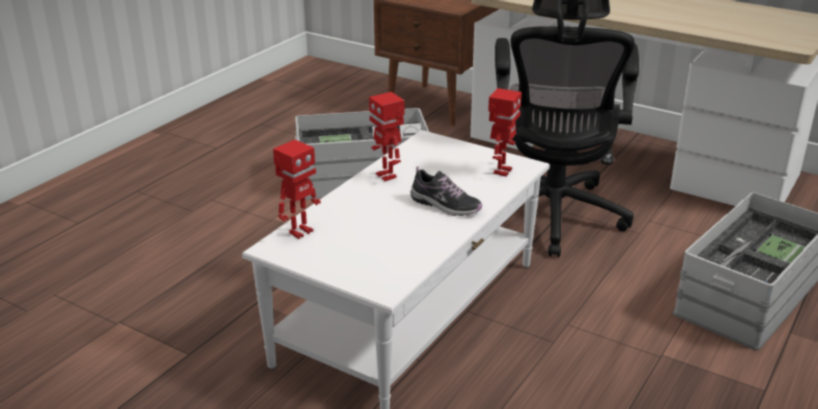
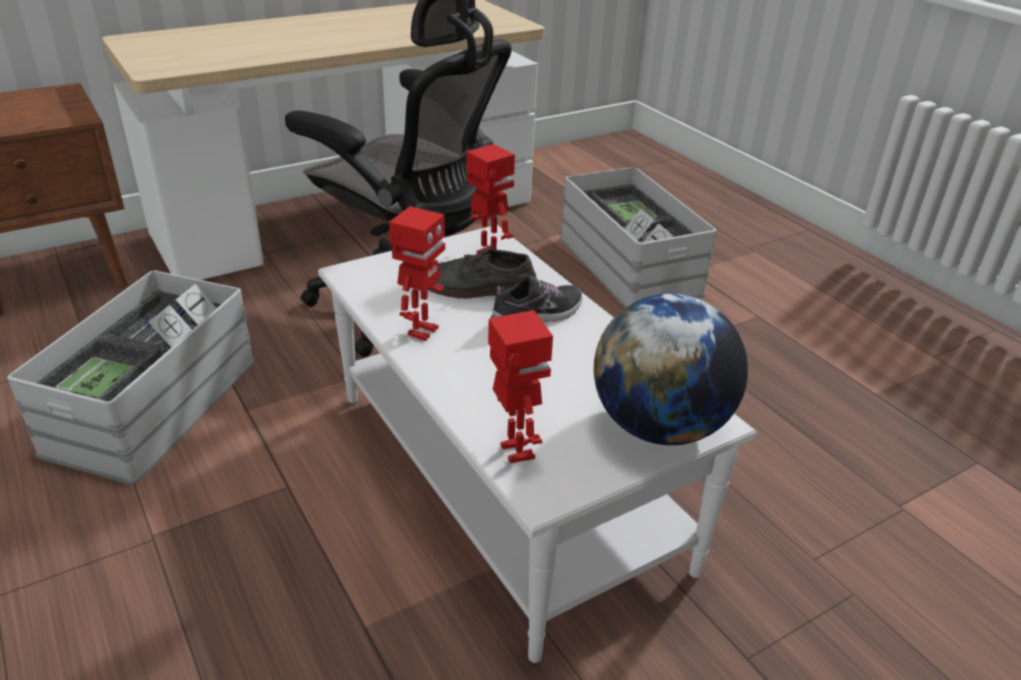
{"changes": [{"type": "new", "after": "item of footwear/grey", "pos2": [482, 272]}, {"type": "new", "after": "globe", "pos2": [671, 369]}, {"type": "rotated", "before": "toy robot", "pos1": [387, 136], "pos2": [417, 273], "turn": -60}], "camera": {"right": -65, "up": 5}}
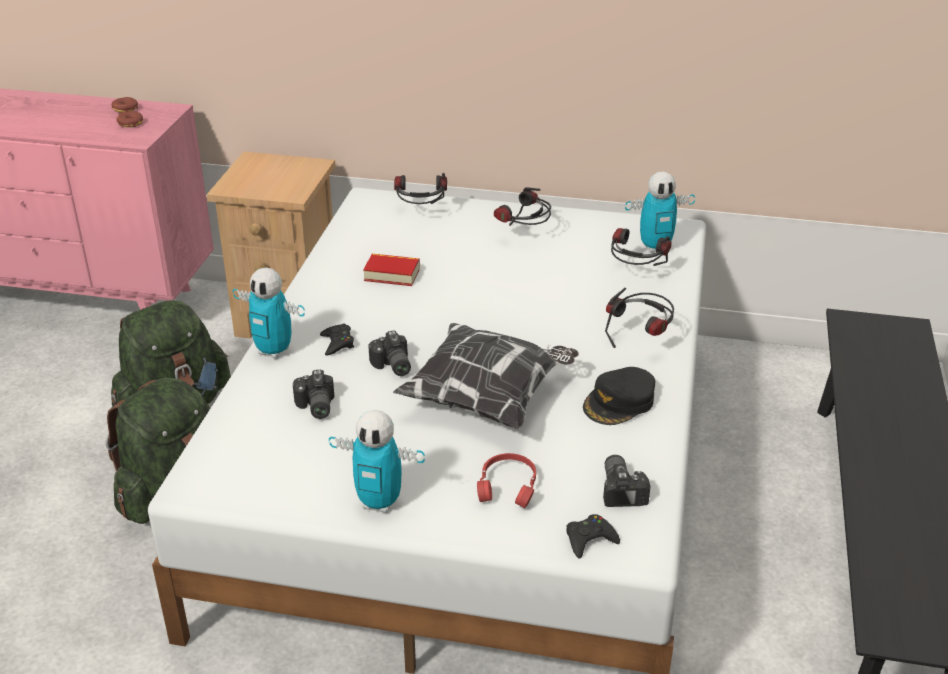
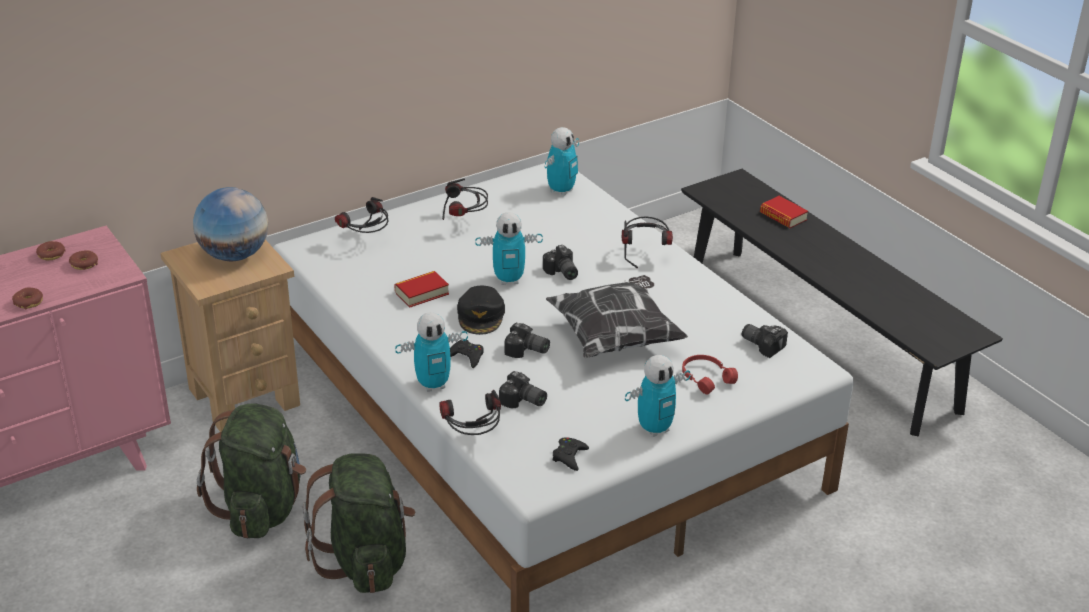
{"changes": [{"type": "new", "after": "donut", "pos2": [27, 298]}, {"type": "new", "after": "globe", "pos2": [230, 224]}, {"type": "new", "after": "toy robot", "pos2": [509, 248]}, {"type": "new", "after": "still camera", "pos2": [560, 262]}, {"type": "new", "after": "book", "pos2": [784, 212]}, {"type": "shifted", "before": "game controller/black-coloured", "pos1": [593, 536], "pos2": [570, 454]}, {"type": "shifted", "before": "peaked cap/black-coloured", "pos1": [619, 396], "pos2": [481, 310]}, {"type": "shifted", "before": "pair of headphones", "pos1": [641, 247], "pos2": [470, 412]}], "camera": {"right": -45, "up": 0}}
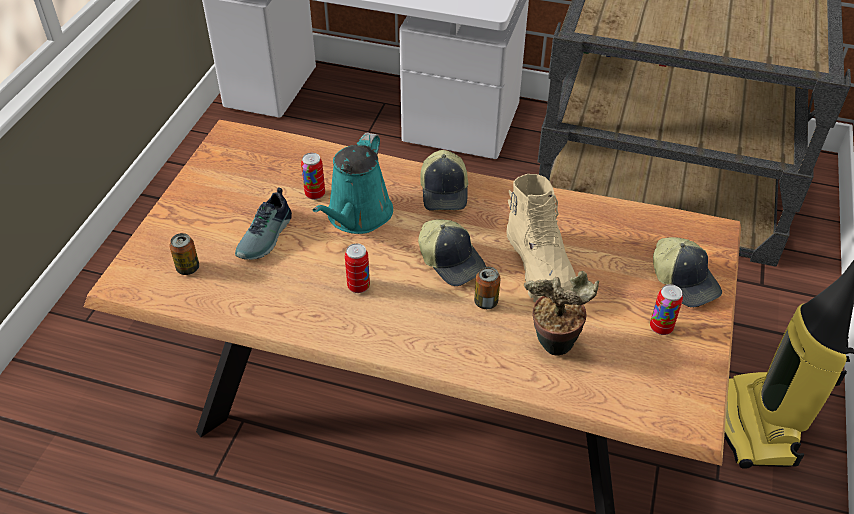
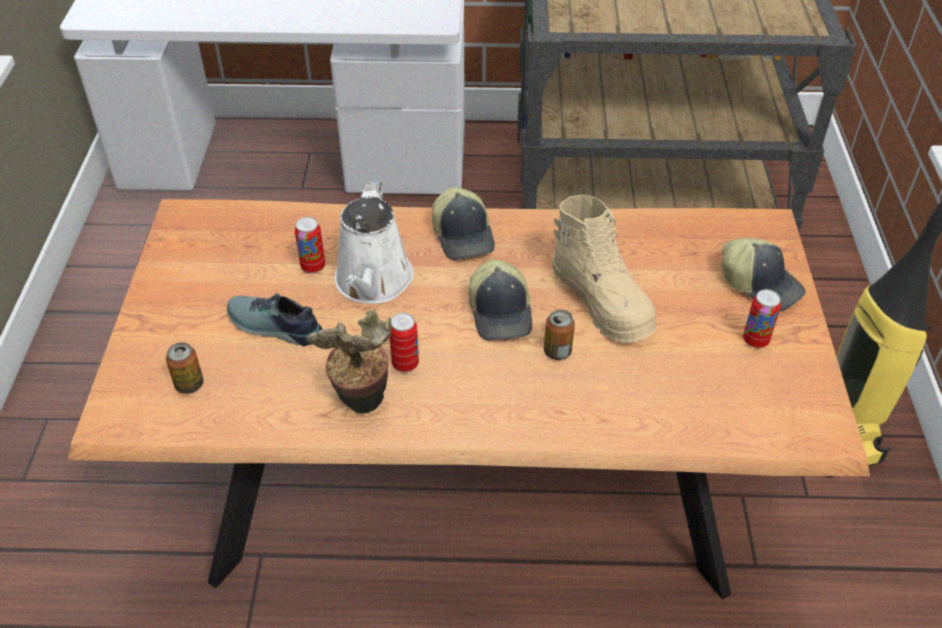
{"changes": [{"type": "shifted", "before": "plant in a pot", "pos1": [561, 313], "pos2": [349, 362]}, {"type": "repainted", "before": "watering pot/turquoise", "after": "watering pot/whitish", "pos1": [353, 183], "pos2": [374, 242]}, {"type": "rotated", "before": "item of footwear", "pos1": [263, 223], "pos2": [275, 319], "turn": 105}, {"type": "rotated", "before": "peaked cap", "pos1": [452, 252], "pos2": [500, 299], "turn": 45}], "camera": {"right": -15, "up": 0}}
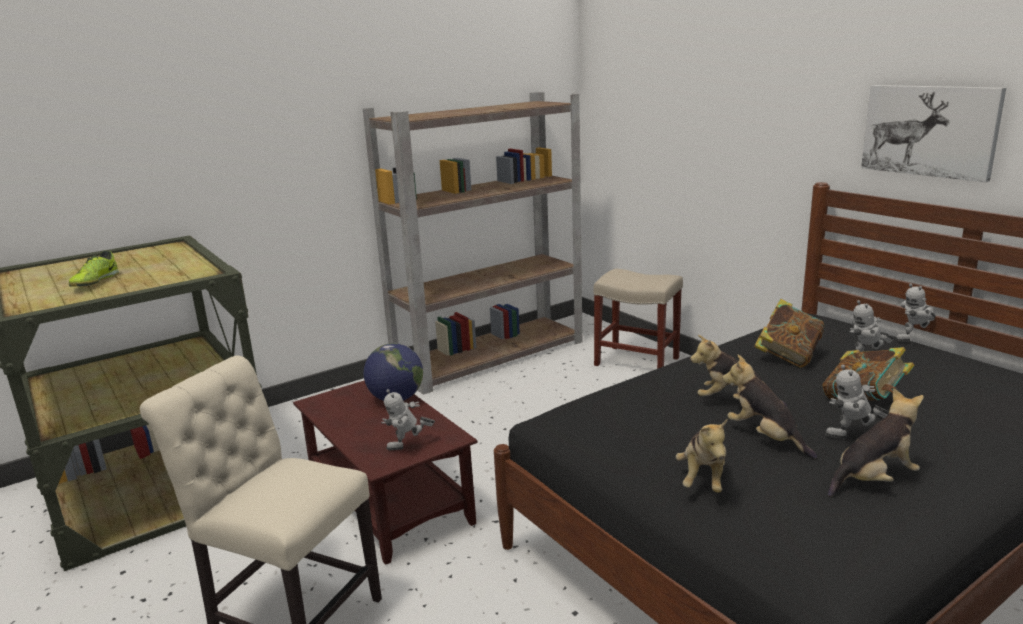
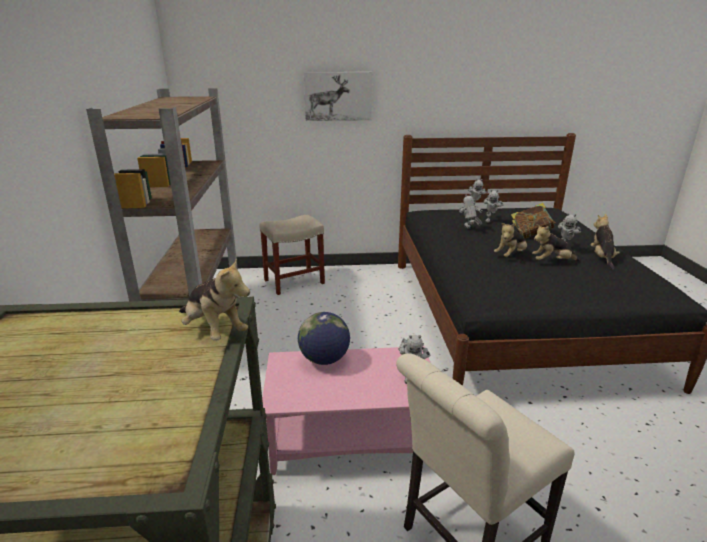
{"changes": [{"type": "gone", "before": "item of footwear", "pos1": [93, 269]}, {"type": "shifted", "before": "plush toy", "pos1": [702, 455], "pos2": [214, 299]}, {"type": "shifted", "before": "wall art", "pos1": [933, 133], "pos2": [338, 96]}, {"type": "swapped", "before": "book", "after": "toy robot", "pos1": [789, 333], "pos2": [471, 211]}, {"type": "repainted", "before": "lounge table/brown-coloured", "after": "lounge table/pink", "pos1": [385, 472], "pos2": [346, 410]}], "camera": {"right": -60, "up": 5}}
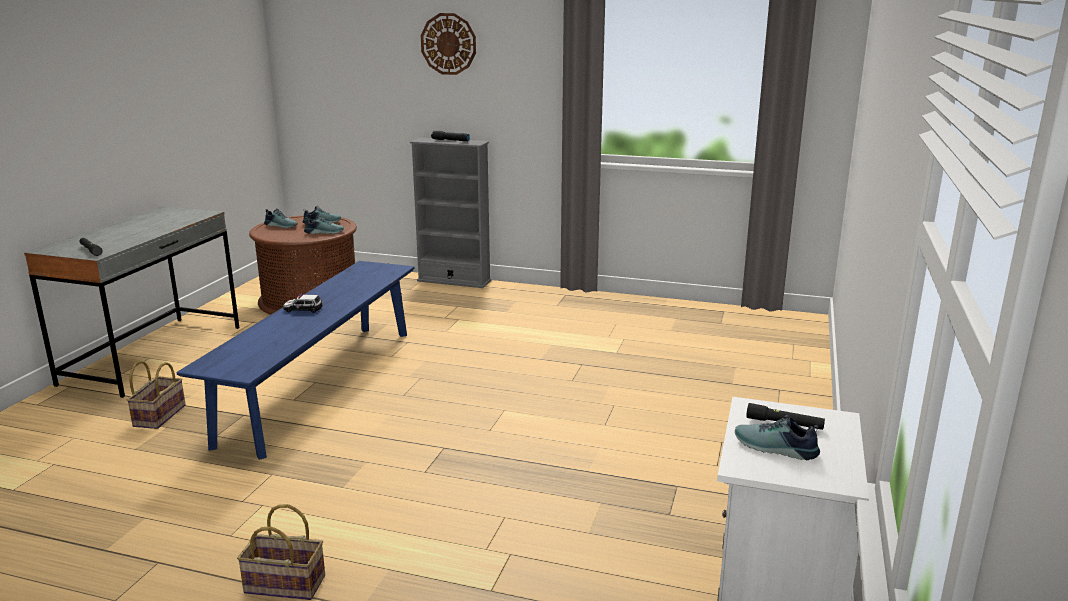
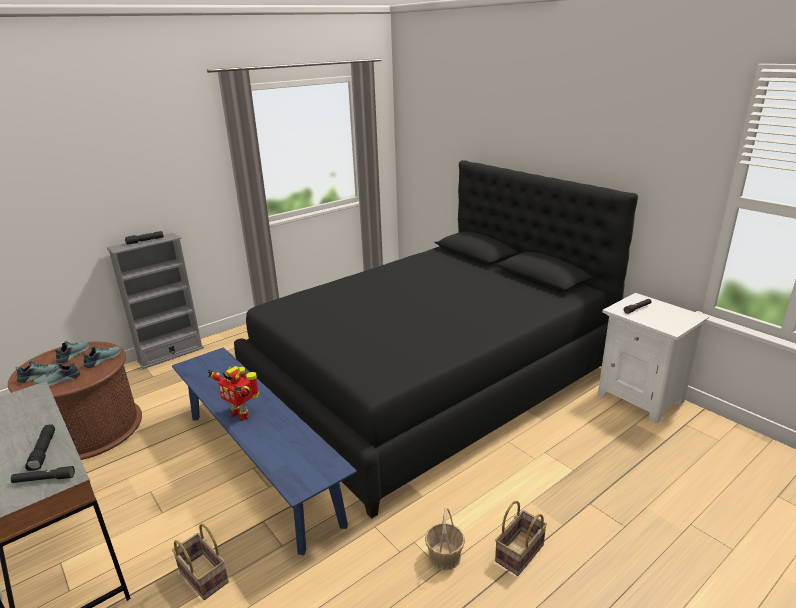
{"changes": [{"type": "gone", "before": "clock on the wall", "pos1": [448, 44]}, {"type": "new", "after": "torch/black-coloured", "pos2": [40, 447]}, {"type": "new", "after": "bed/black-coloured", "pos2": [436, 339]}, {"type": "new", "after": "storage basket", "pos2": [445, 539]}, {"type": "shifted", "before": "item of footwear", "pos1": [777, 437], "pos2": [57, 373]}, {"type": "swapped", "before": "toy car", "after": "toy robot", "pos1": [303, 303], "pos2": [233, 393]}], "camera": {"right": -55, "up": 5}}
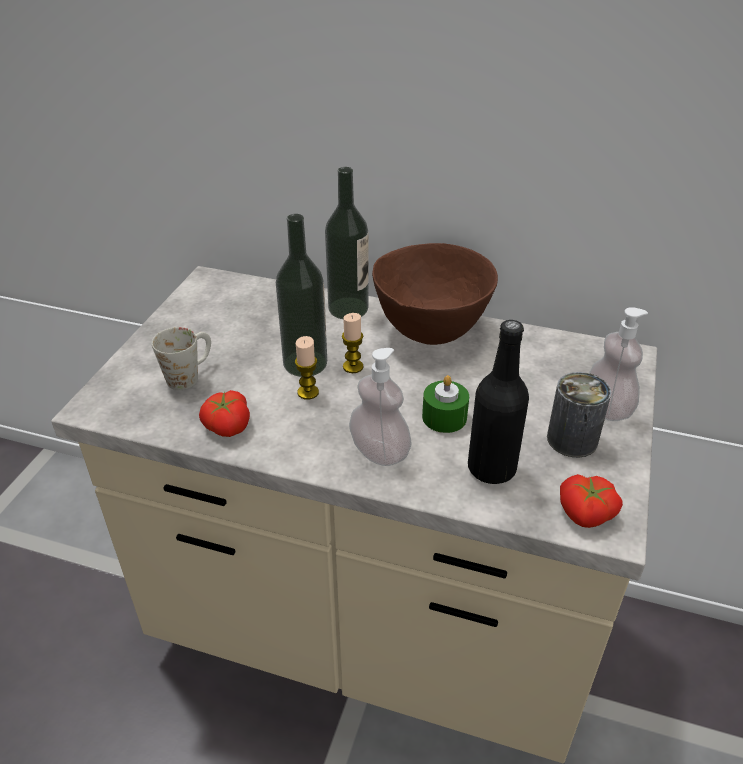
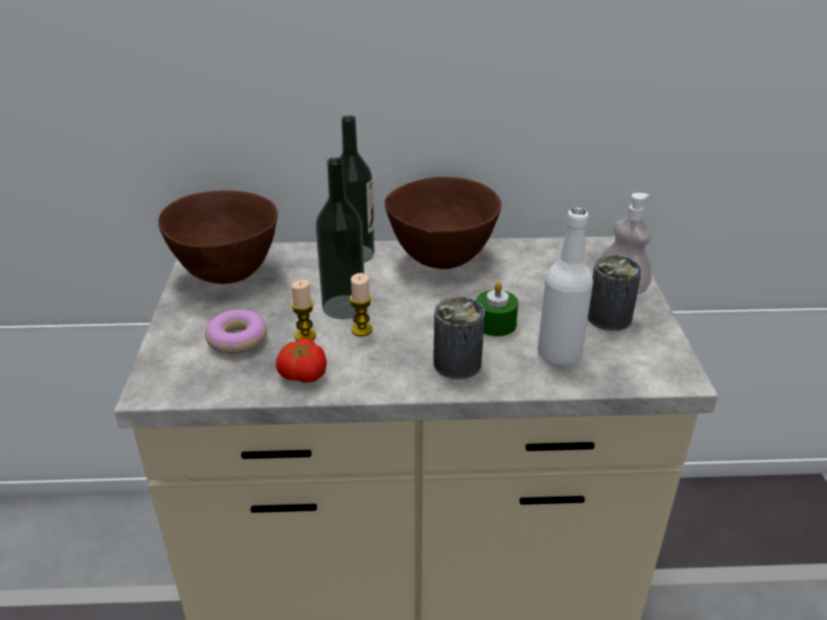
{"changes": [{"type": "gone", "before": "fresh tomato", "pos1": [591, 501]}, {"type": "new", "after": "bowl/brown-coloured", "pos2": [218, 237]}, {"type": "shifted", "before": "wax light", "pos1": [353, 343], "pos2": [303, 310]}, {"type": "swapped", "before": "mug/whitish", "after": "donut", "pos1": [181, 358], "pos2": [236, 331]}, {"type": "swapped", "before": "soap dispenser", "after": "can", "pos1": [380, 407], "pos2": [459, 338]}, {"type": "repainted", "before": "drink bottle/black-coloured", "after": "drink bottle/whitish", "pos1": [498, 402], "pos2": [565, 287]}], "camera": {"right": -20, "up": -5}}
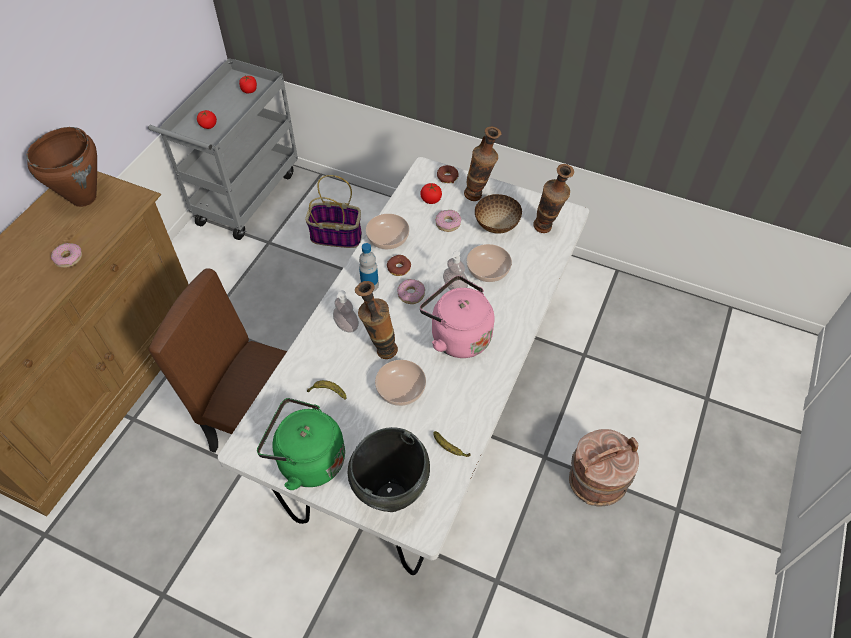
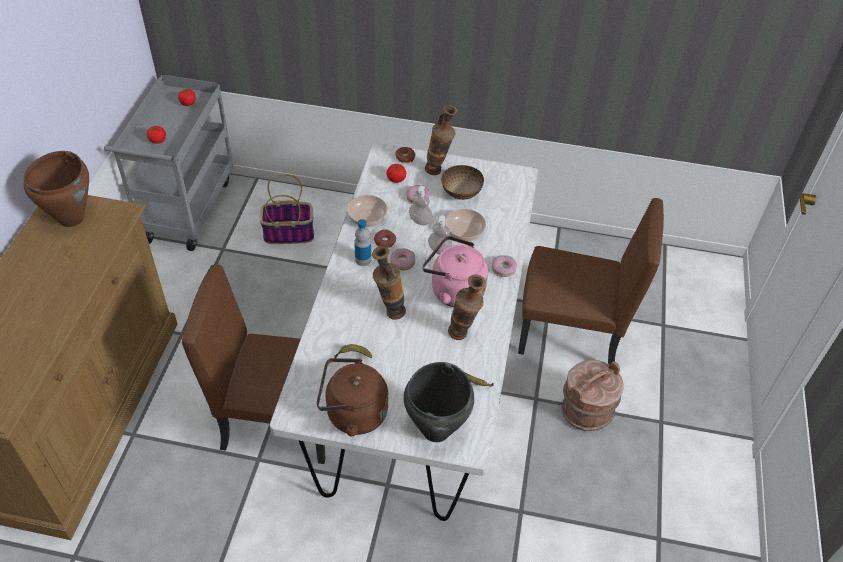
{"changes": [{"type": "gone", "before": "bowl", "pos1": [400, 383]}, {"type": "new", "after": "chair/brown-coloured", "pos2": [591, 281]}, {"type": "shifted", "before": "donut", "pos1": [66, 255], "pos2": [504, 266]}, {"type": "shifted", "before": "soap dispenser", "pos1": [346, 311], "pos2": [421, 205]}, {"type": "shifted", "before": "vase", "pos1": [553, 198], "pos2": [467, 307]}, {"type": "repainted", "before": "kettle/green-coloured", "after": "kettle/brown-coloured", "pos1": [301, 444], "pos2": [352, 397]}], "camera": {"right": -15, "up": -5}}
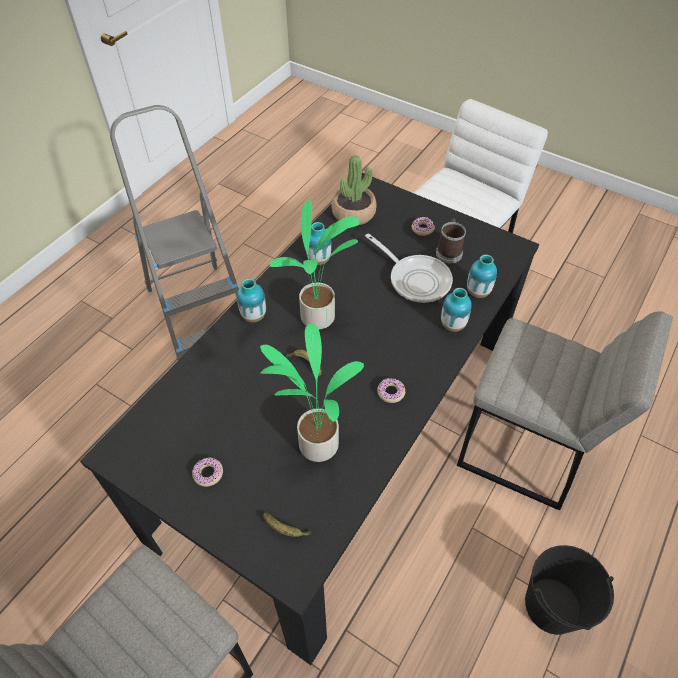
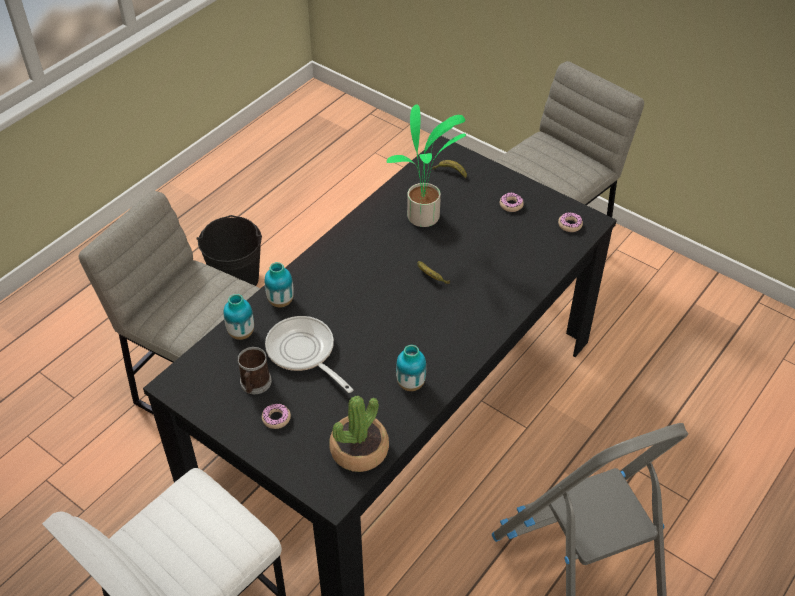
{"changes": [{"type": "gone", "before": "vase", "pos1": [251, 300]}, {"type": "gone", "before": "plant in a pot", "pos1": [314, 265]}, {"type": "shifted", "before": "donut", "pos1": [391, 390], "pos2": [570, 222]}], "camera": {"right": -175, "up": -5}}
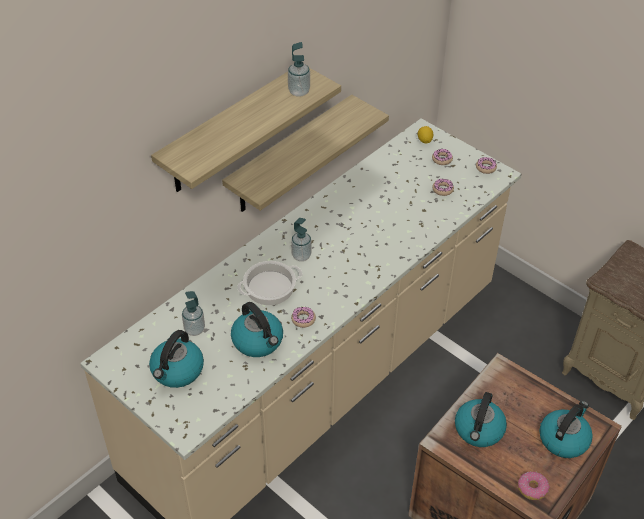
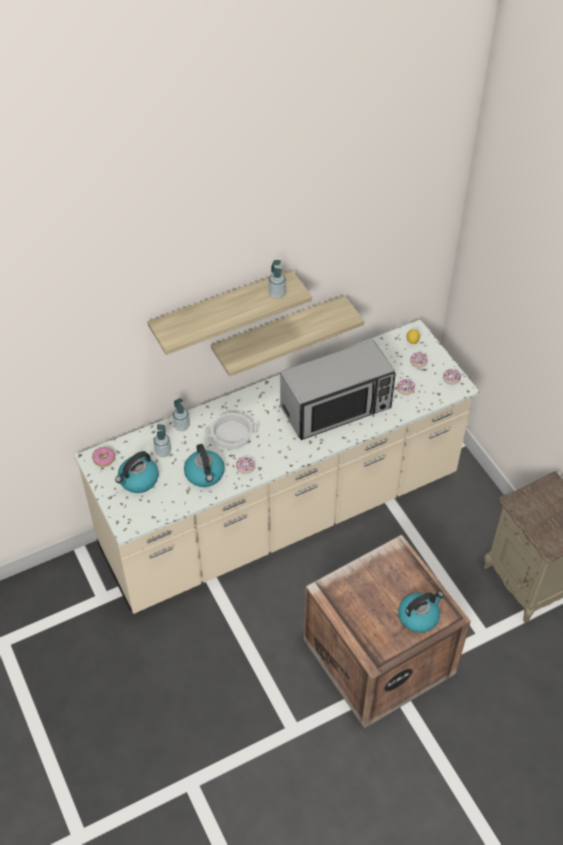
{"changes": [{"type": "gone", "before": "kettle", "pos1": [481, 419]}, {"type": "new", "after": "microwave oven", "pos2": [338, 390]}, {"type": "shifted", "before": "soap dispenser", "pos1": [301, 239], "pos2": [181, 414]}, {"type": "shifted", "before": "donut", "pos1": [534, 485], "pos2": [103, 457]}], "camera": {"right": 20, "up": 5}}
